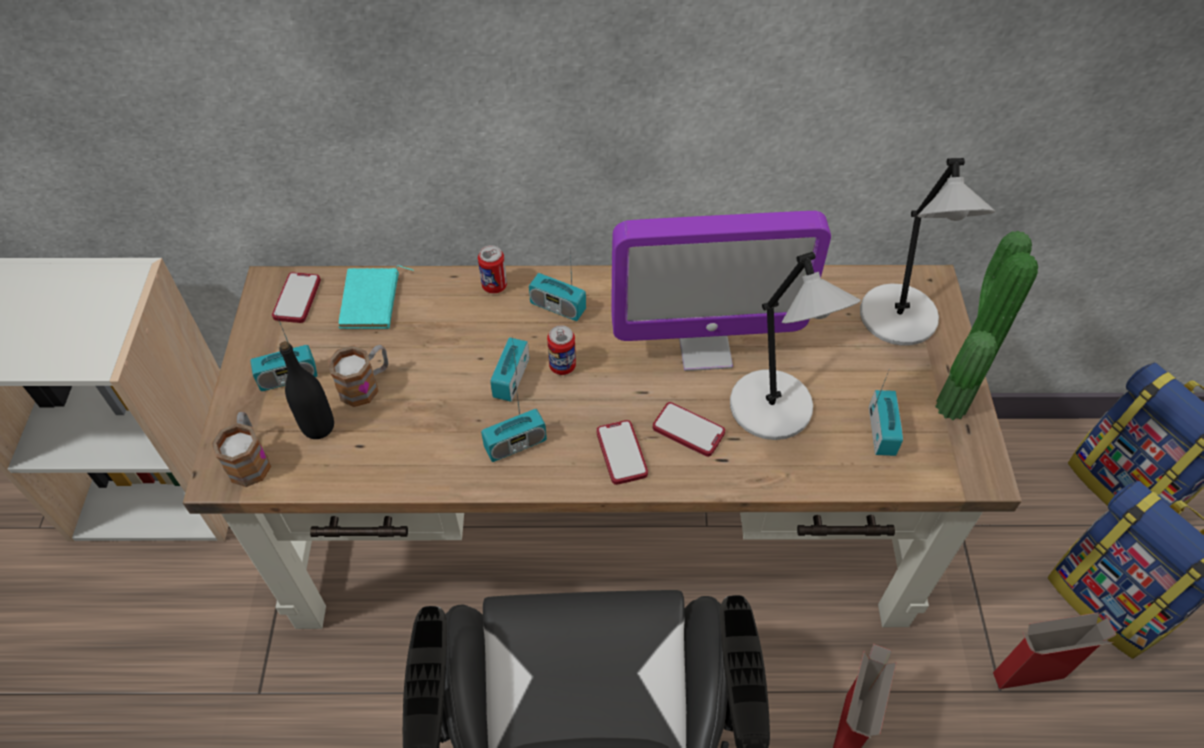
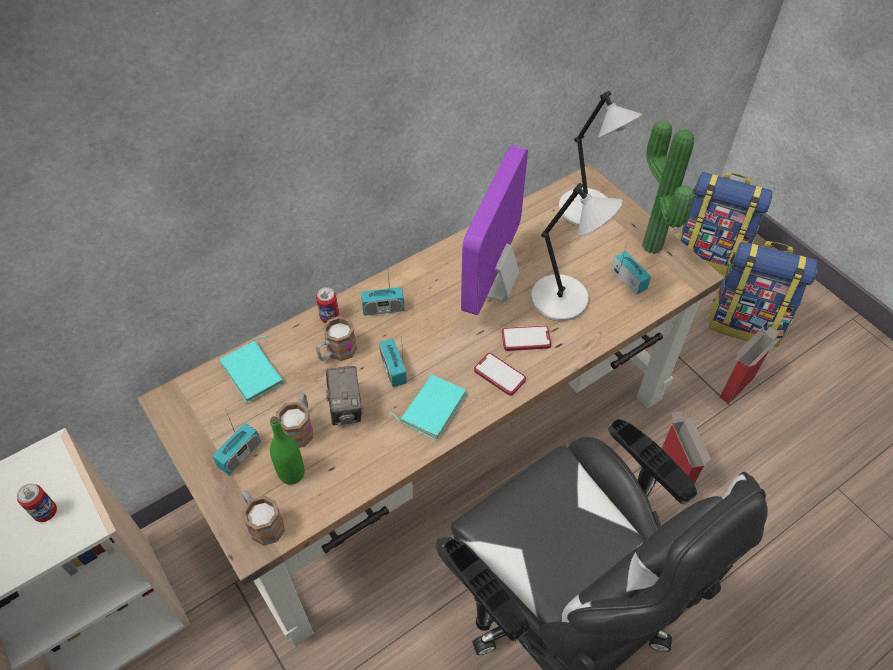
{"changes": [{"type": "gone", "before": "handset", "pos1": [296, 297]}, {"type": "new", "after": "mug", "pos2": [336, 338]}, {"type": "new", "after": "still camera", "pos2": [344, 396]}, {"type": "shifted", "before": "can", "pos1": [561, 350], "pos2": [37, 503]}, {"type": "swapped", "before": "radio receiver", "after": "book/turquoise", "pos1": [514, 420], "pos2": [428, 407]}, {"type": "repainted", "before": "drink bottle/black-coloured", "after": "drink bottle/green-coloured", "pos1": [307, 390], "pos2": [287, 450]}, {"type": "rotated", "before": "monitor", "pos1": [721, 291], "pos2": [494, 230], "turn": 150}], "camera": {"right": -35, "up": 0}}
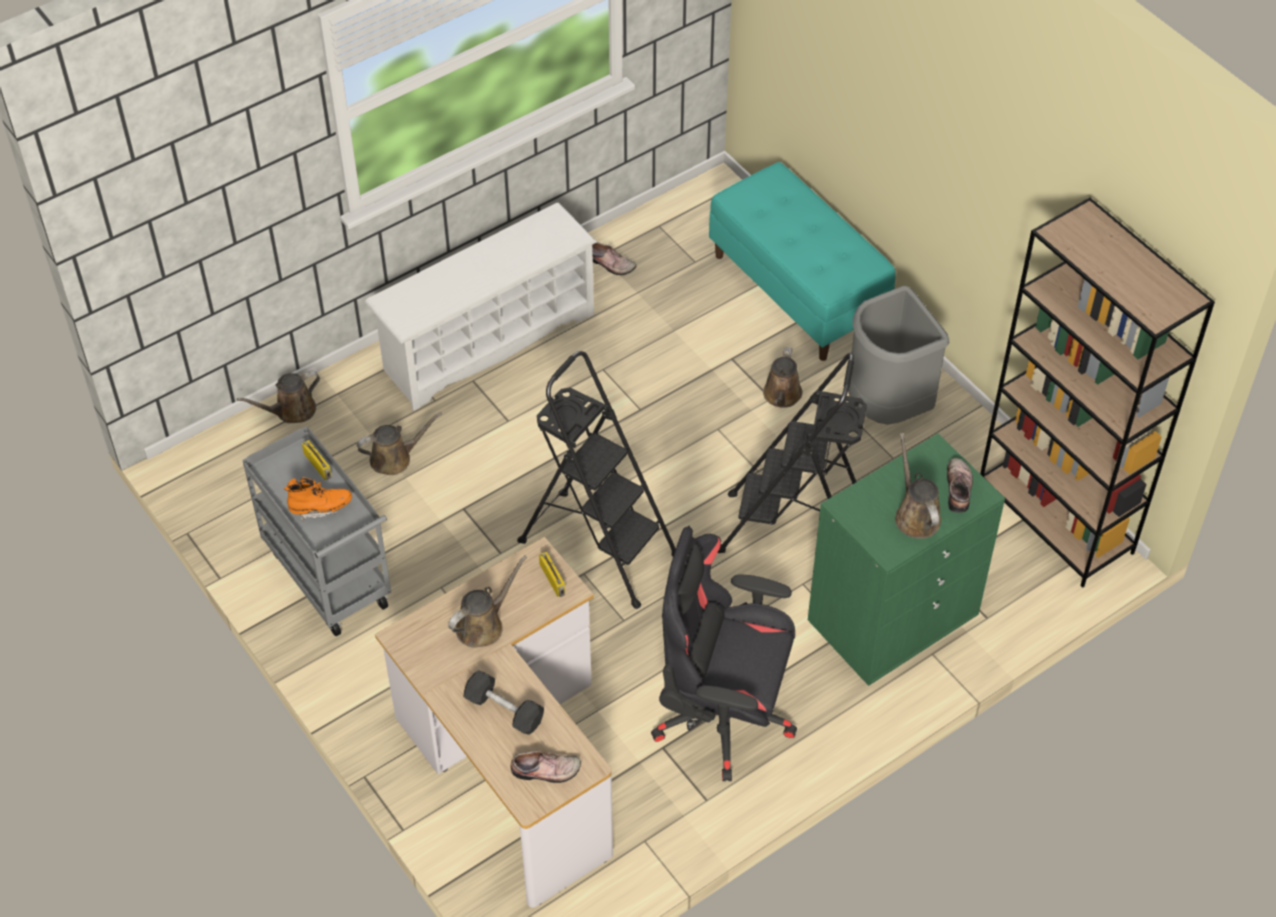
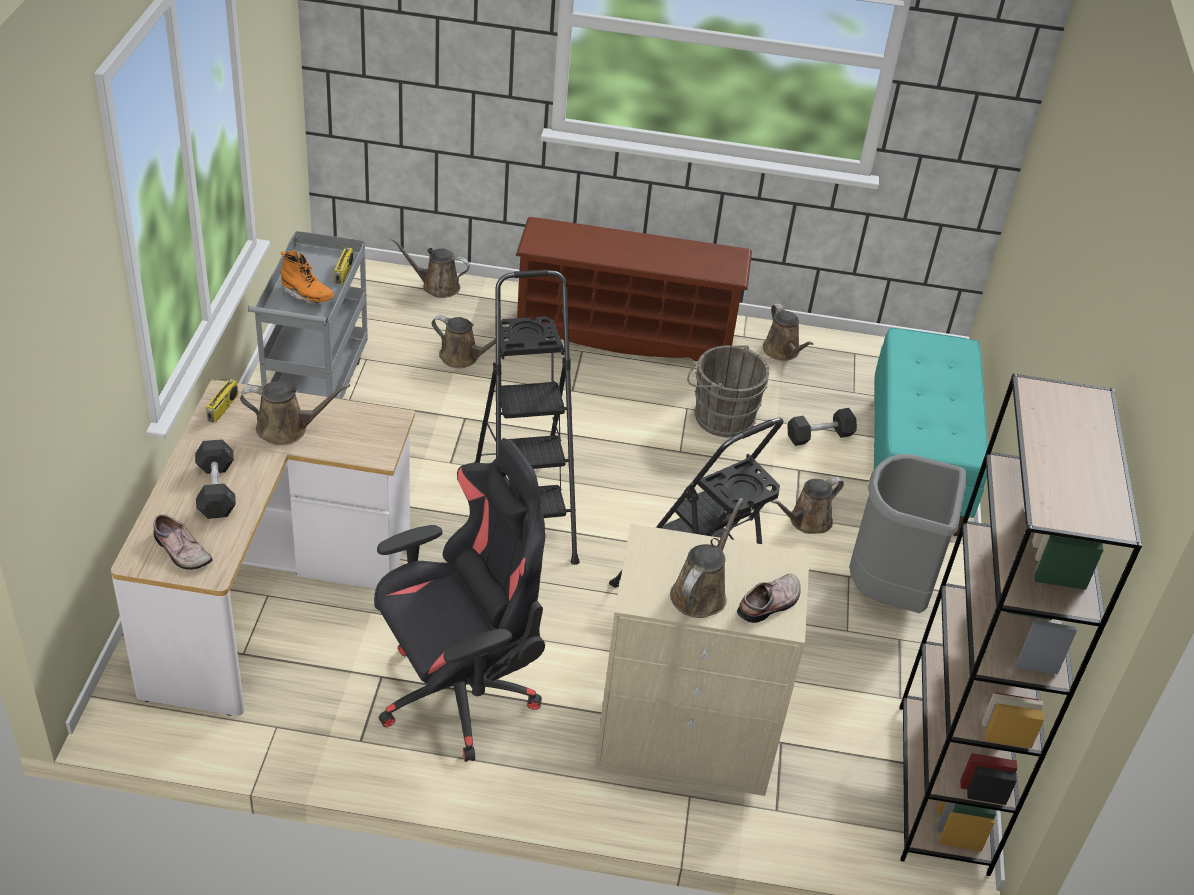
{"changes": [{"type": "new", "after": "bucket/grey", "pos2": [728, 391]}, {"type": "new", "after": "hand weight/grey", "pos2": [822, 427]}, {"type": "shifted", "before": "radio receiver", "pos1": [552, 574], "pos2": [222, 401]}, {"type": "swapped", "before": "item of footwear", "after": "watering pot/brown-coloured", "pos1": [614, 258], "pos2": [788, 332]}, {"type": "repainted", "before": "shoe stand/whitish", "after": "shoe stand/brown-coloured", "pos1": [481, 306], "pos2": [634, 289]}, {"type": "repainted", "before": "cupboard/green-coloured", "after": "cupboard/sand-coloured", "pos1": [906, 559], "pos2": [702, 660]}, {"type": "rotated", "before": "office chair/black-coloured", "pos1": [724, 653], "pos2": [460, 600], "turn": 90}], "camera": {"right": 40, "up": -10}}
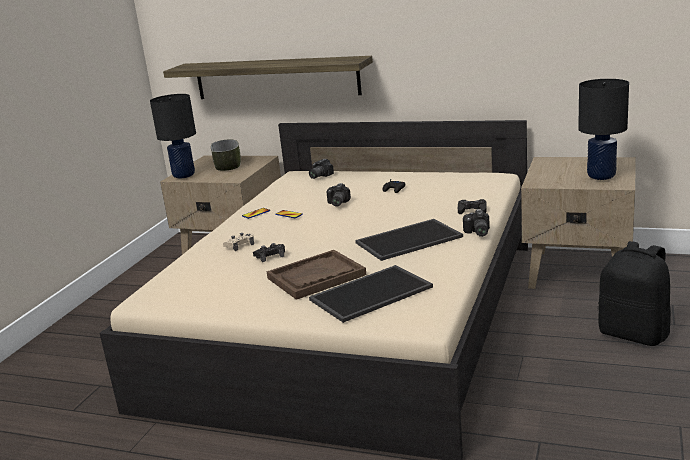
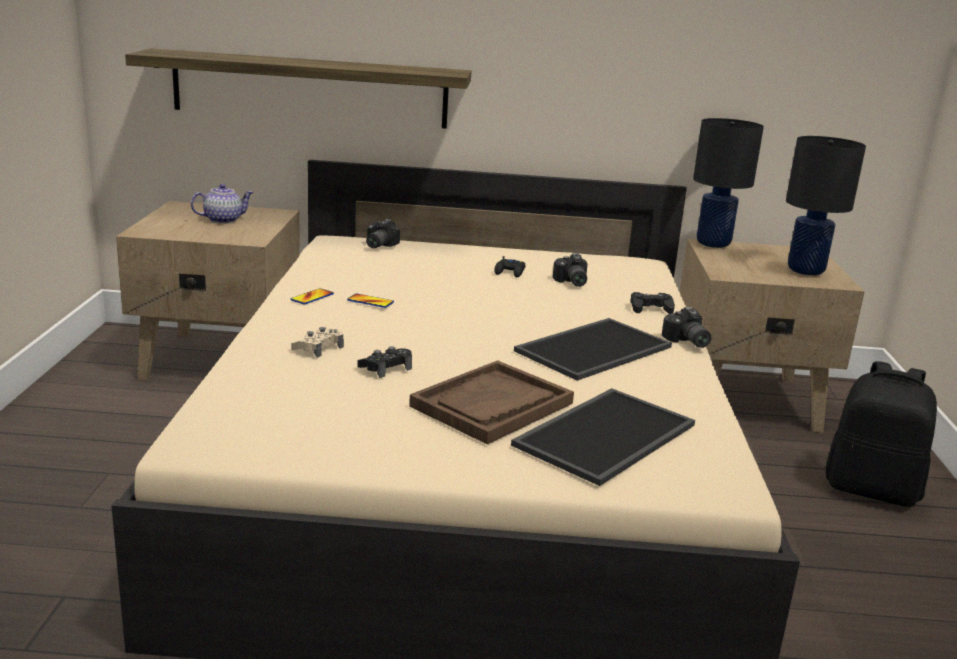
{"changes": [{"type": "shifted", "before": "lamp for a table/black-coloured", "pos1": [173, 136], "pos2": [728, 183]}, {"type": "shifted", "before": "still camera", "pos1": [338, 195], "pos2": [570, 270]}, {"type": "swapped", "before": "bowl", "after": "pot for tea", "pos1": [226, 155], "pos2": [222, 204]}], "camera": {"right": -20, "up": 0}}
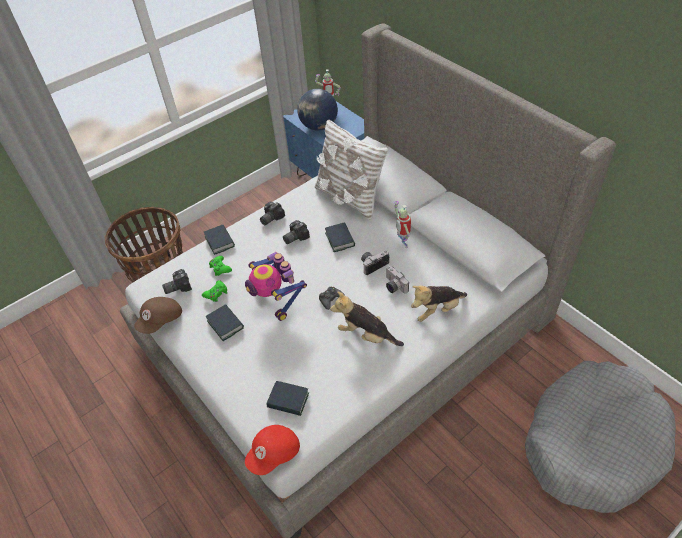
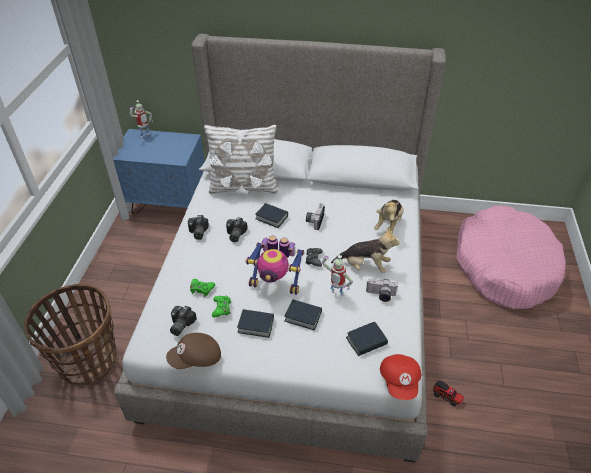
{"changes": [{"type": "gone", "before": "globe", "pos1": [317, 110]}, {"type": "new", "after": "toy lorry", "pos2": [448, 393]}, {"type": "shifted", "before": "book", "pos1": [219, 240], "pos2": [303, 314]}, {"type": "shifted", "before": "still camera", "pos1": [397, 279], "pos2": [382, 290]}, {"type": "shifted", "before": "toy robot", "pos1": [402, 224], "pos2": [337, 275]}, {"type": "repainted", "before": "pet bed/grey", "after": "pet bed/pink", "pos1": [600, 437], "pos2": [511, 257]}, {"type": "rotated", "before": "peaked cap/brown-coloured", "pos1": [158, 315], "pos2": [193, 351], "turn": 75}, {"type": "rotated", "before": "plush toy", "pos1": [367, 319], "pos2": [365, 250], "turn": -150}], "camera": {"right": -45, "up": -5}}
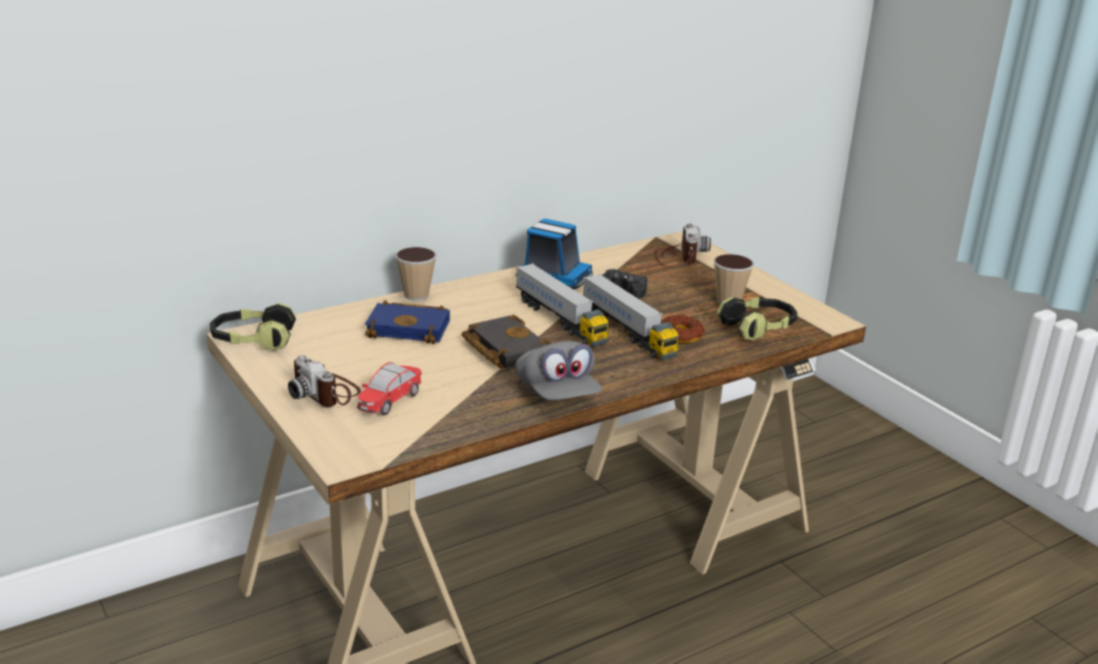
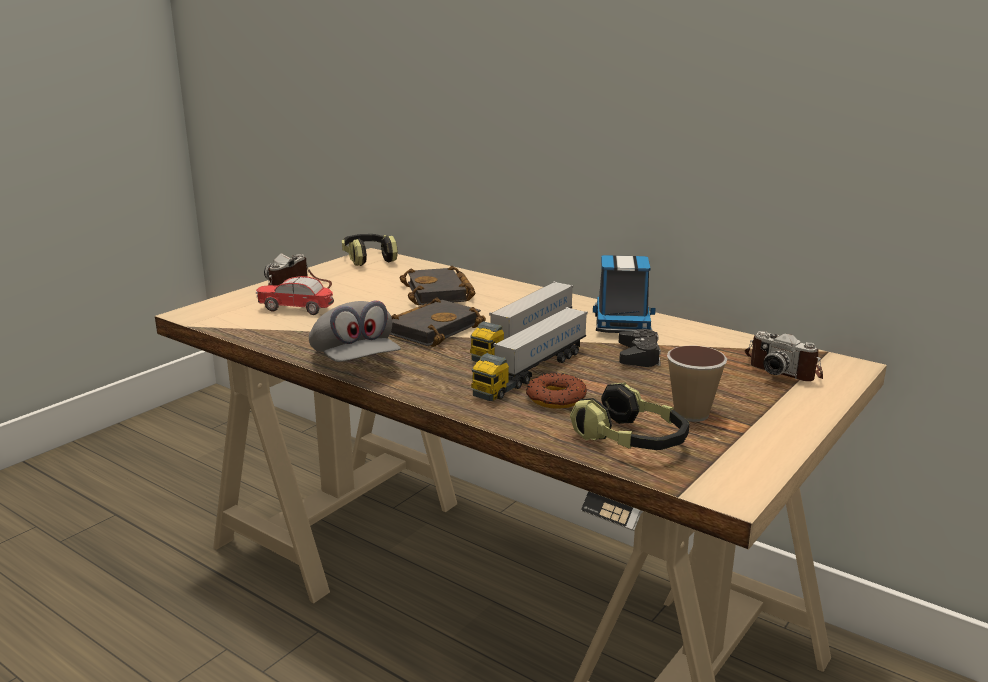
{"changes": [{"type": "gone", "before": "cup", "pos1": [416, 274]}, {"type": "repainted", "before": "book/bluish", "after": "book/black-coloured", "pos1": [407, 322], "pos2": [437, 285]}, {"type": "rotated", "before": "peaked cap/grey", "pos1": [558, 370], "pos2": [355, 331], "turn": -75}, {"type": "rotated", "before": "still camera", "pos1": [682, 245], "pos2": [784, 356], "turn": 60}], "camera": {"right": 70, "up": -5}}
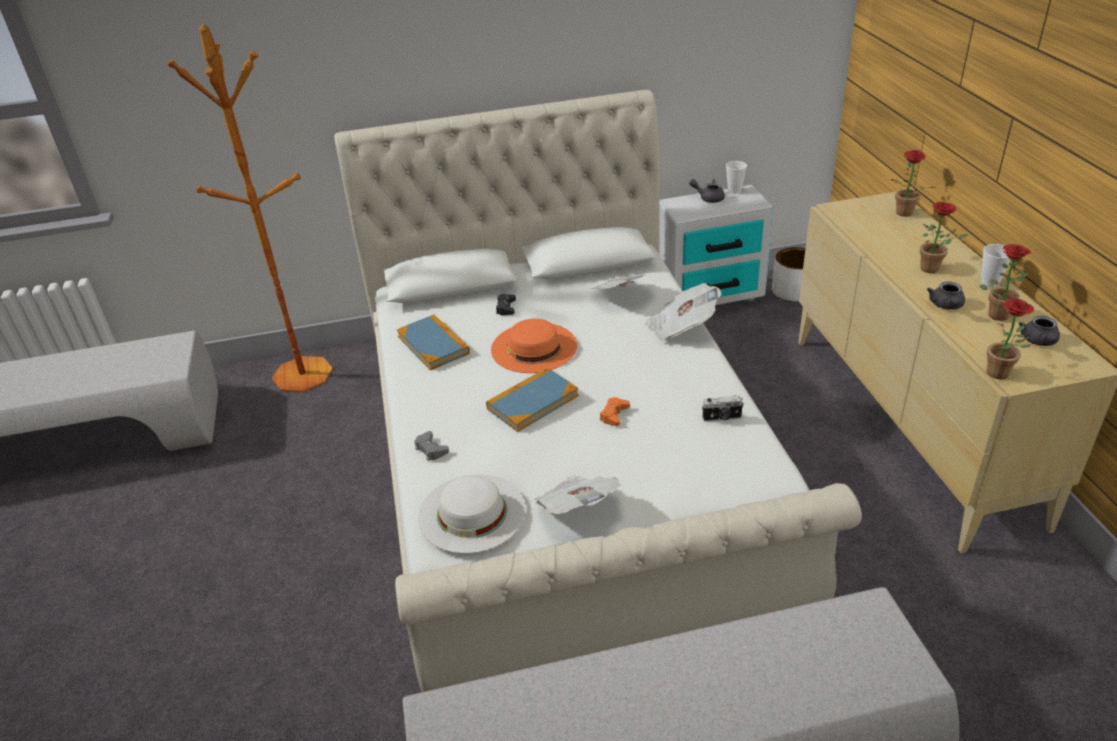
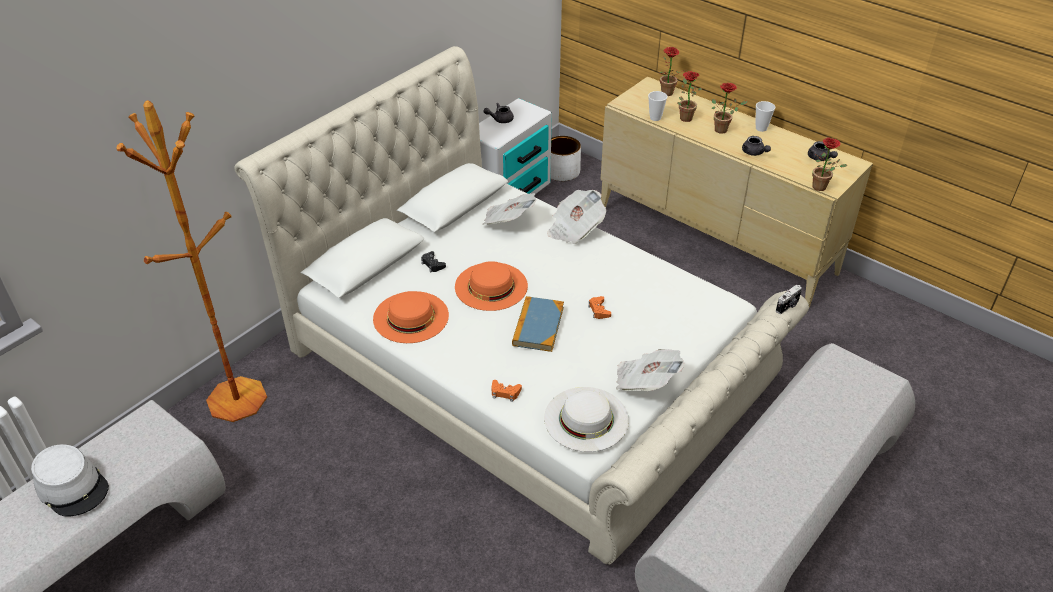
{"changes": [{"type": "new", "after": "hat/grey", "pos2": [70, 480]}, {"type": "shifted", "before": "still camera", "pos1": [723, 408], "pos2": [789, 299]}, {"type": "shifted", "before": "cup", "pos1": [736, 177], "pos2": [657, 106]}, {"type": "shifted", "before": "plant in a pot", "pos1": [1005, 282], "pos2": [689, 96]}, {"type": "swapped", "before": "book", "after": "hat/orange-coloured", "pos1": [433, 342], "pos2": [411, 317]}, {"type": "repainted", "before": "game controller/grey", "after": "game controller/orange-coloured", "pos1": [431, 446], "pos2": [506, 391]}], "camera": {"right": -40, "up": 5}}
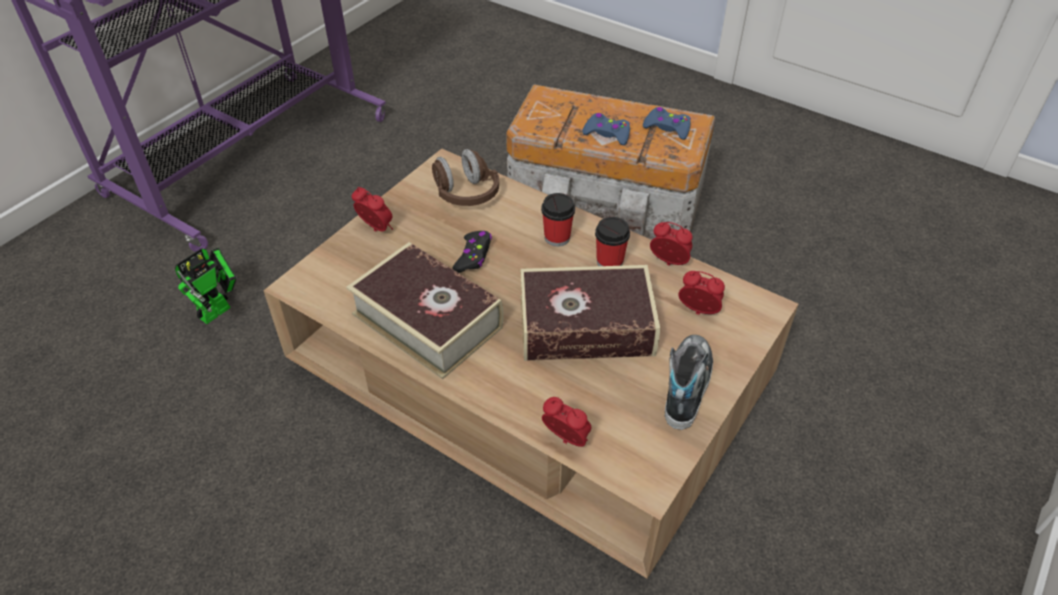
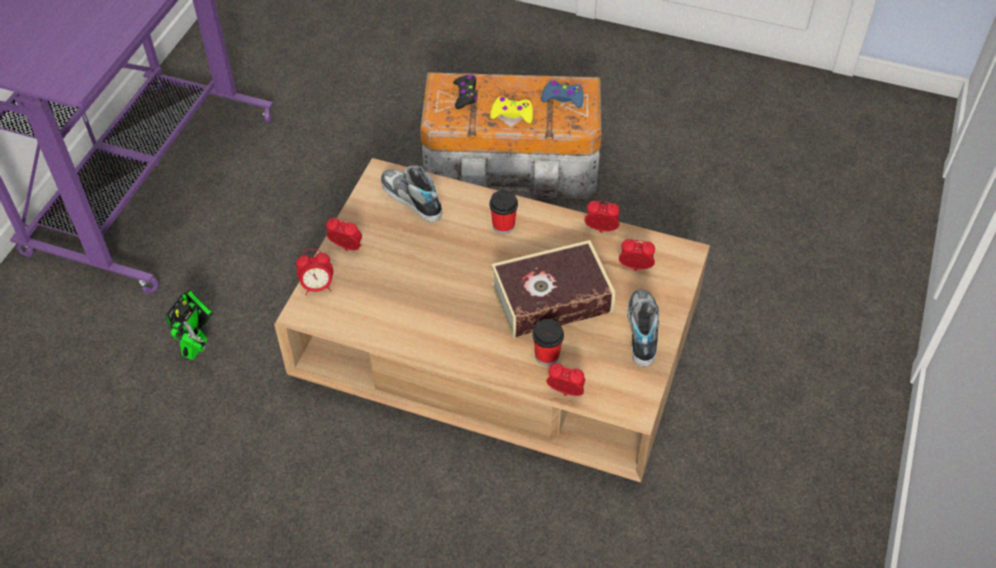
{"changes": [{"type": "gone", "before": "book", "pos1": [425, 311]}, {"type": "new", "after": "table clock", "pos2": [314, 272]}, {"type": "shifted", "before": "game controller/black-coloured", "pos1": [472, 252], "pos2": [465, 92]}, {"type": "shifted", "before": "cup", "pos1": [612, 241], "pos2": [548, 342]}, {"type": "swapped", "before": "pair of headphones/brown-coloured", "after": "item of footwear", "pos1": [465, 177], "pos2": [411, 193]}, {"type": "repainted", "before": "game controller/bluish", "after": "game controller/yellowish", "pos1": [606, 129], "pos2": [511, 110]}], "camera": {"right": -15, "up": 5}}
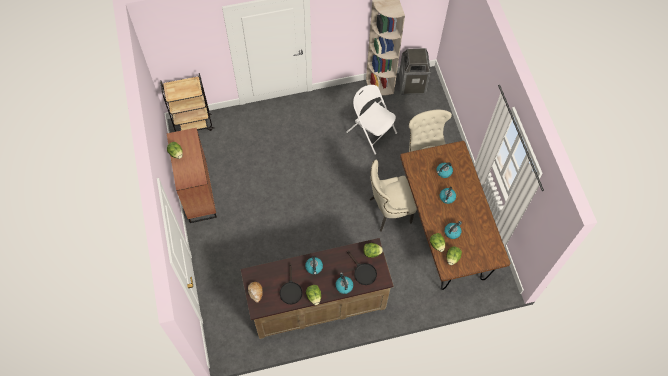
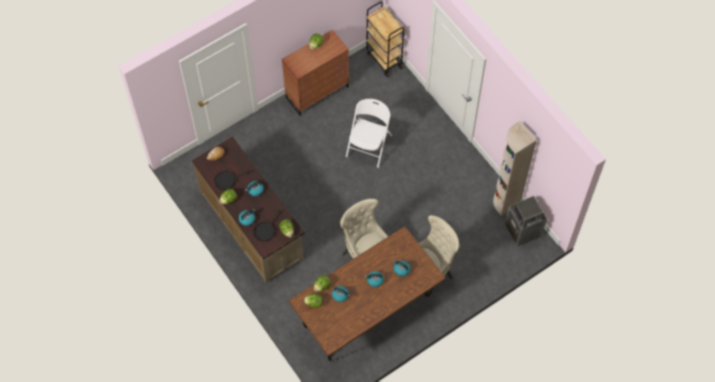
{"changes": [{"type": "shifted", "before": "chair/whitish", "pos1": [371, 120], "pos2": [369, 133]}], "camera": {"right": 70, "up": 0}}
